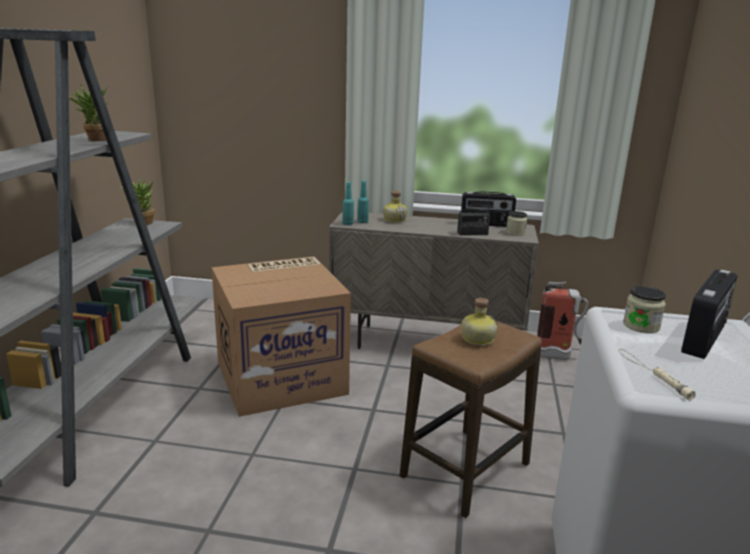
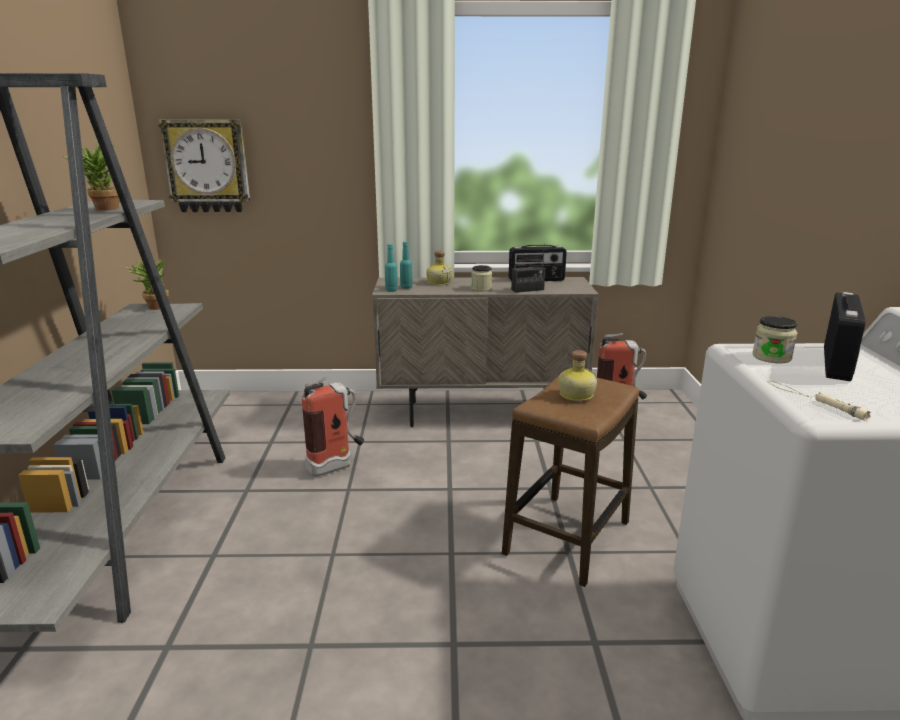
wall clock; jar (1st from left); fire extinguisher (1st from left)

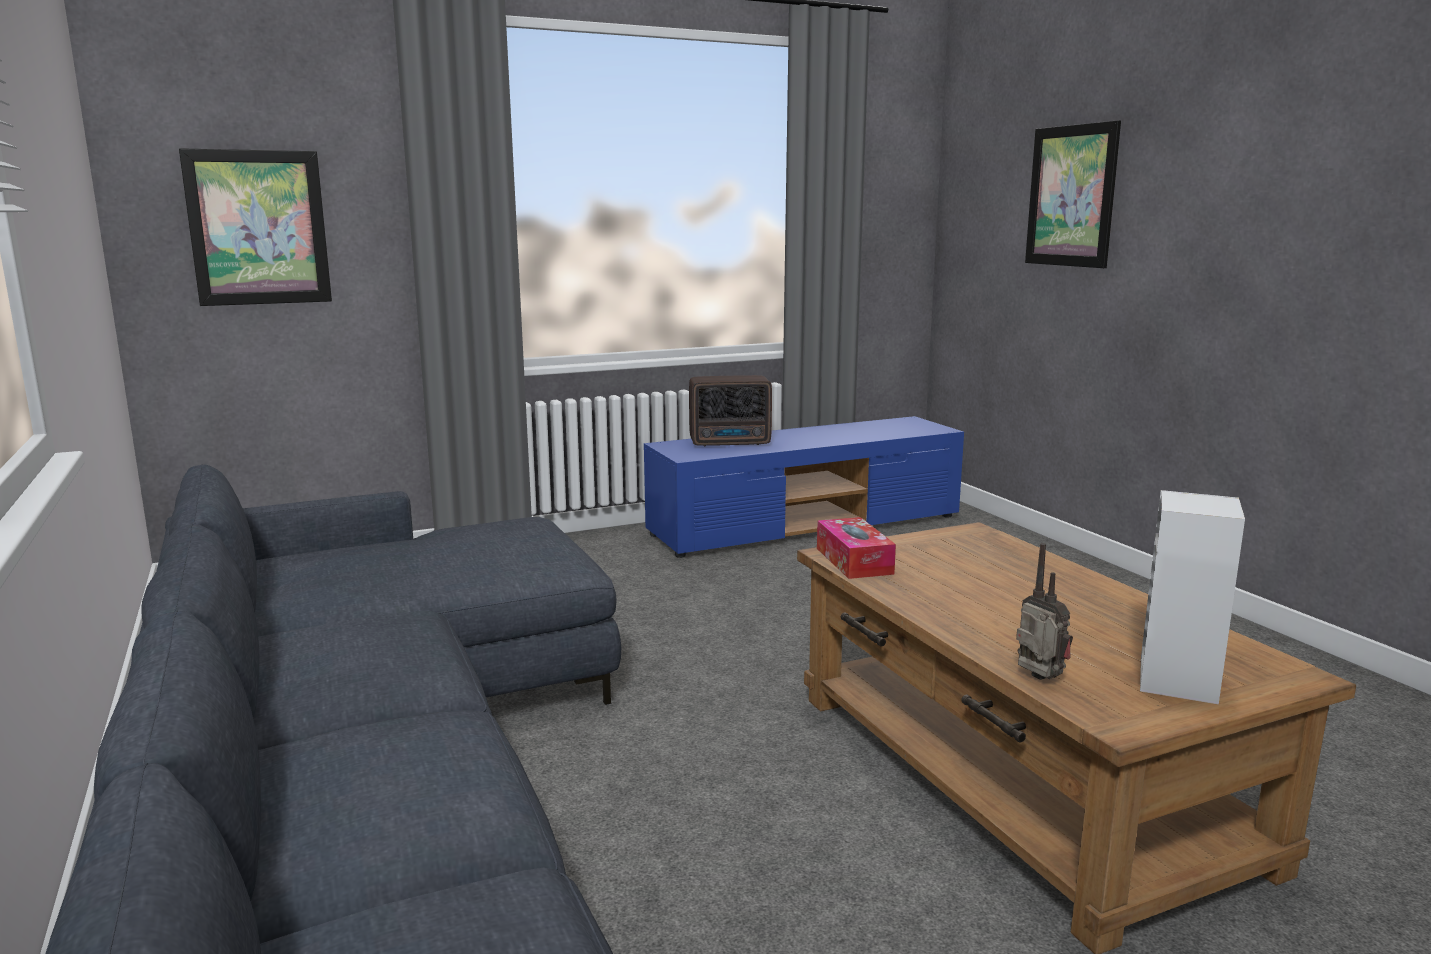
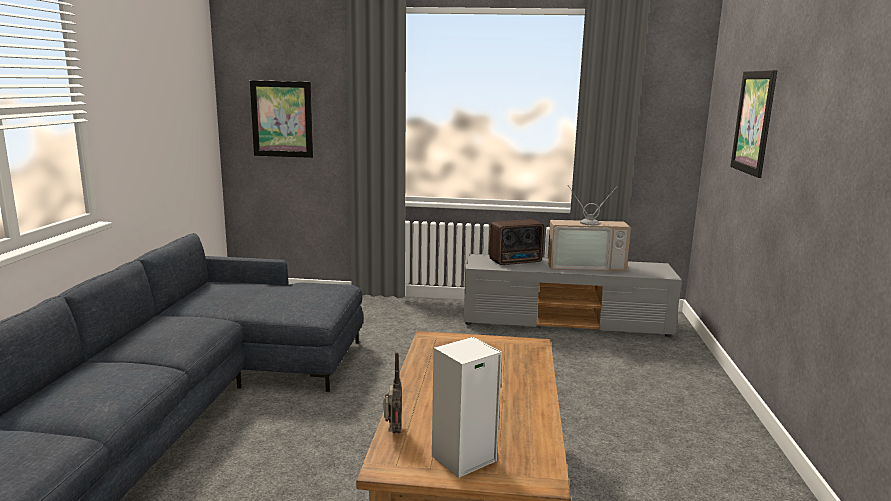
tissue box; television; grey tv stand; radio (2nd from left)

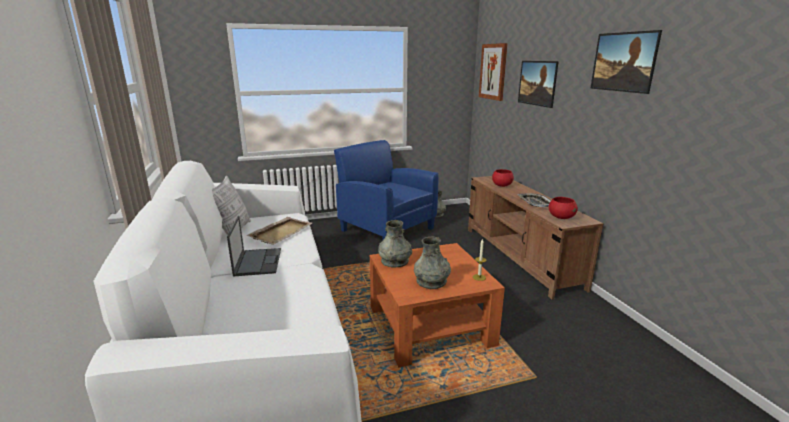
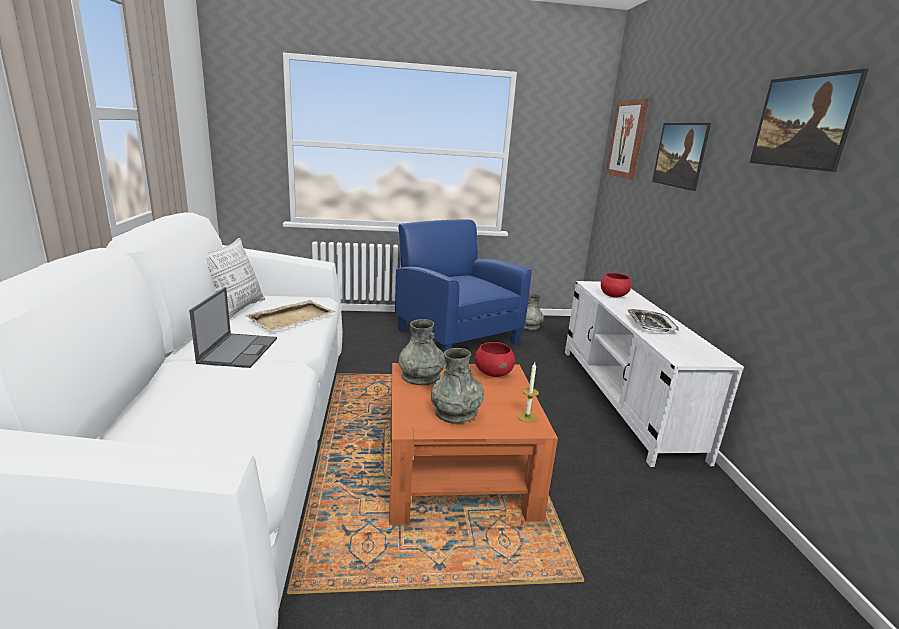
red bowl (1st from left); white tv stand

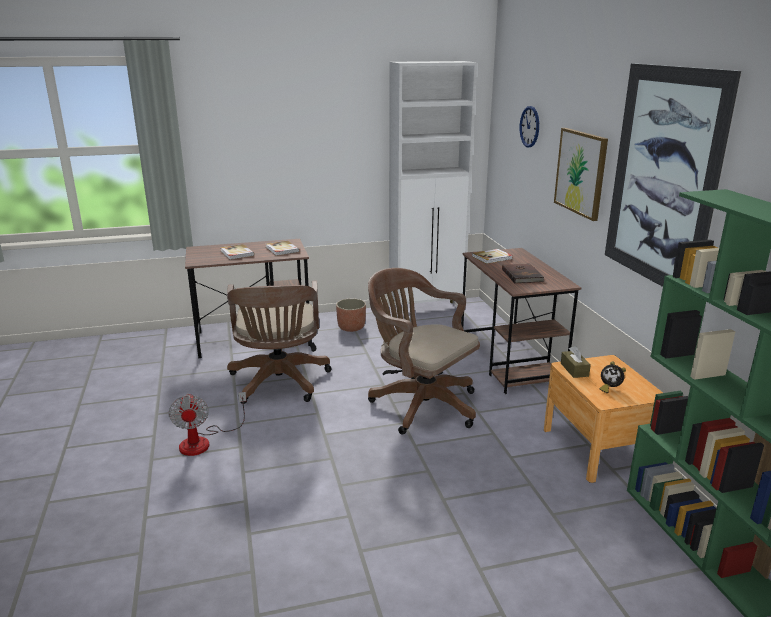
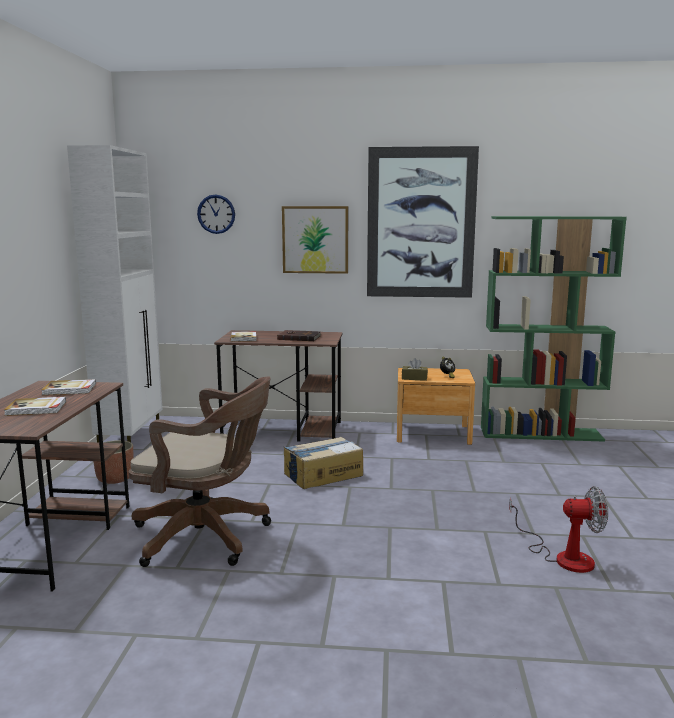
fan; cardboard box

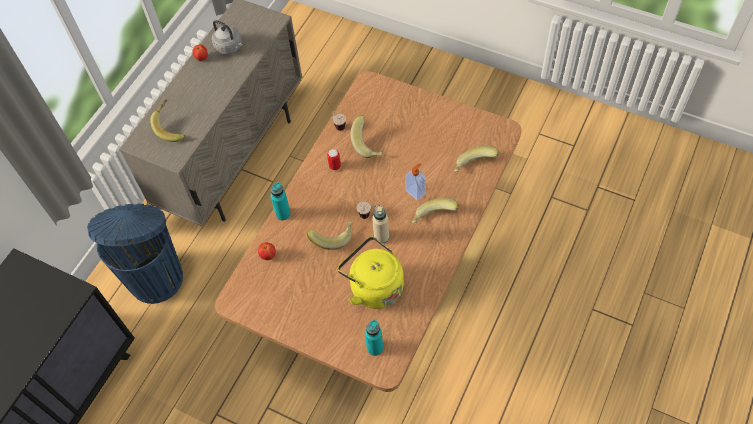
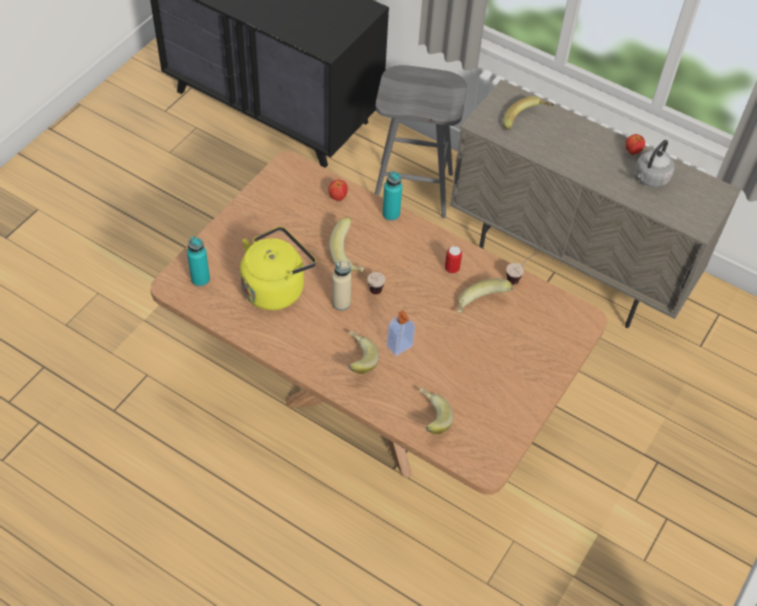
grey stool

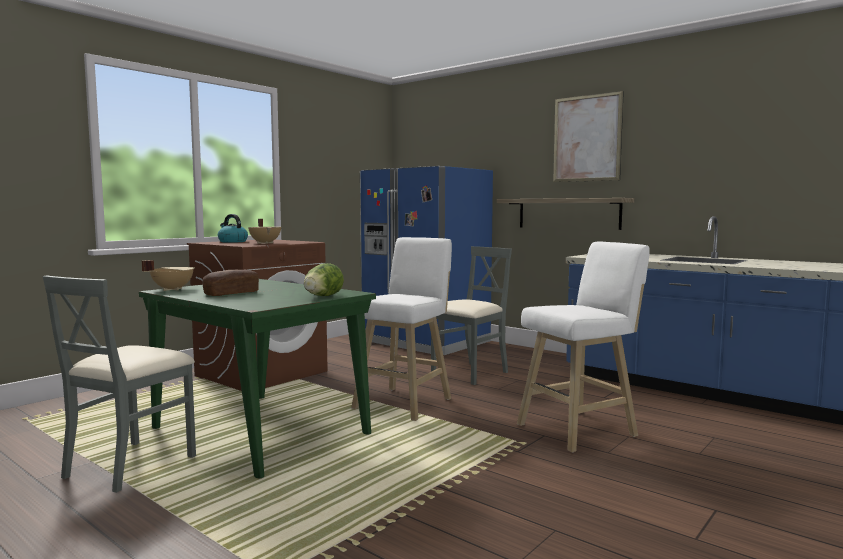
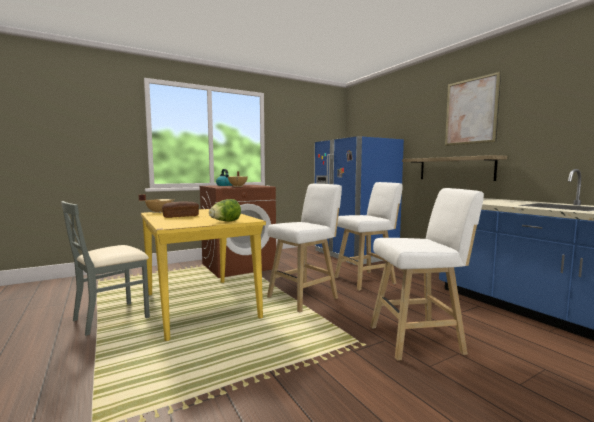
white stool (2nd from left); yellow dining table

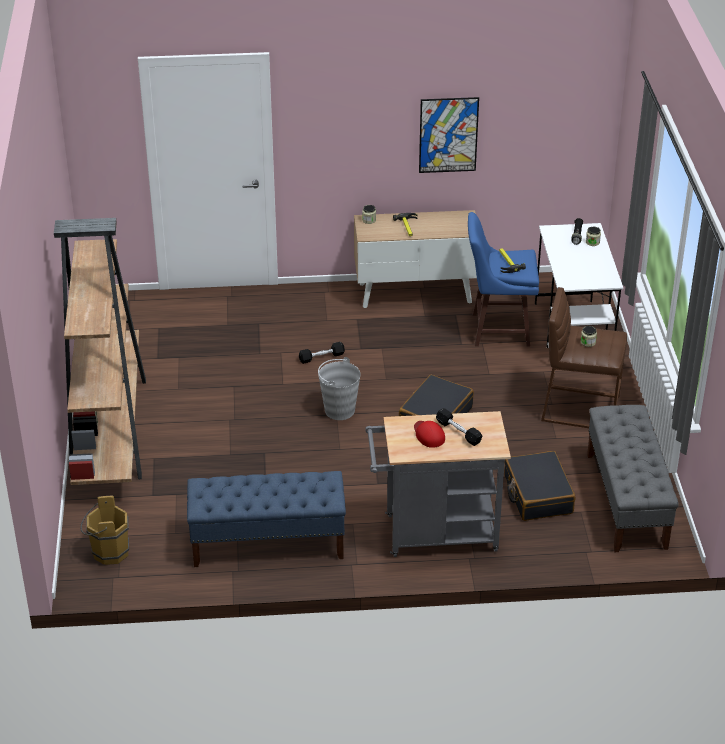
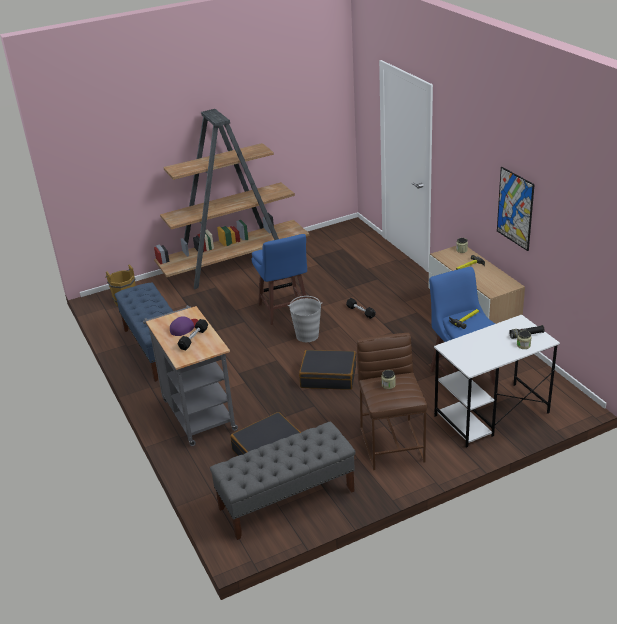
blue stool (1st from left); purple cap

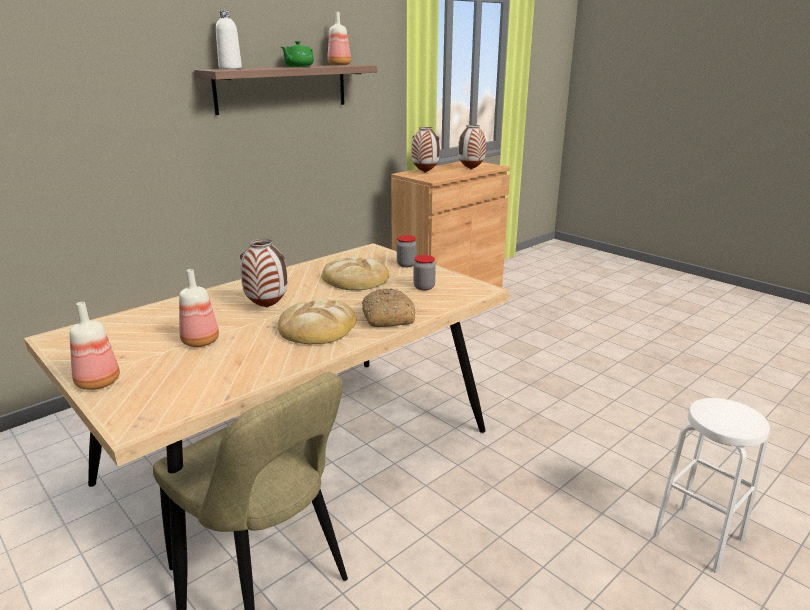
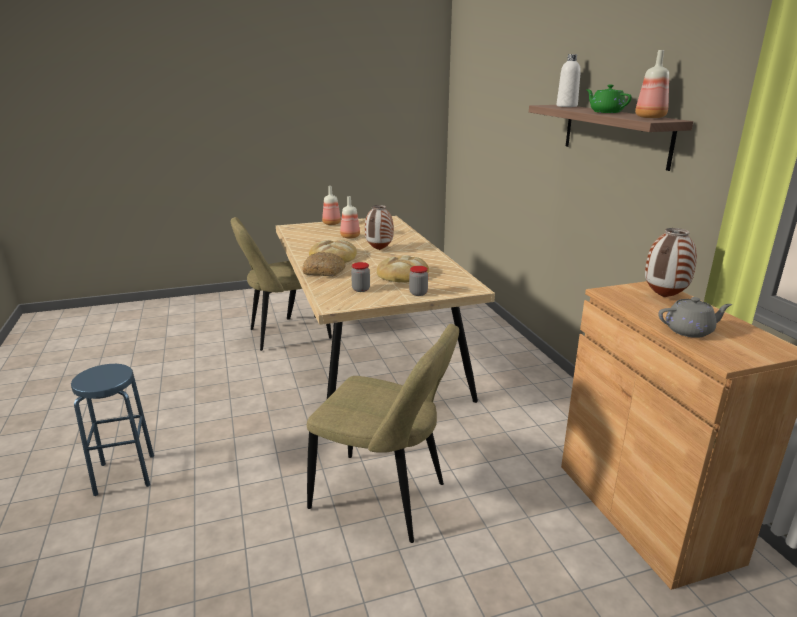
beige chair (2nd from left); grey teapot; blue stool

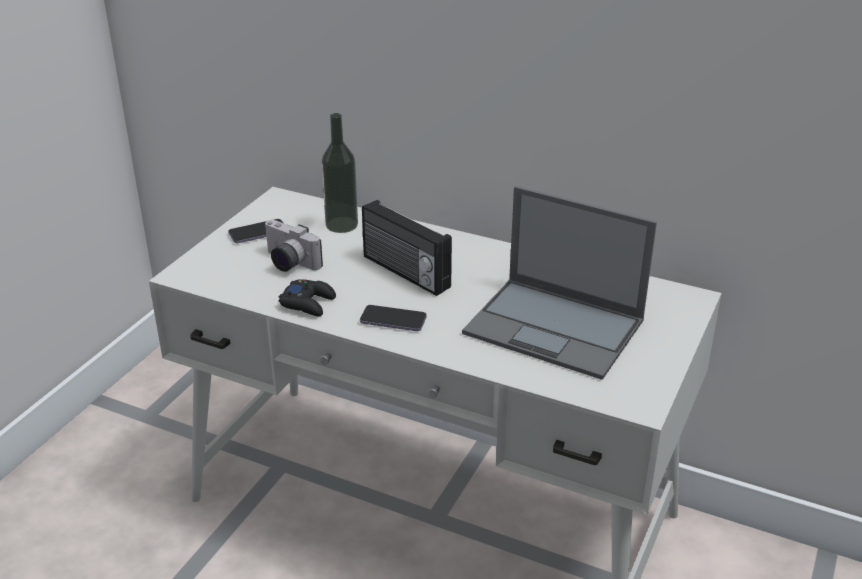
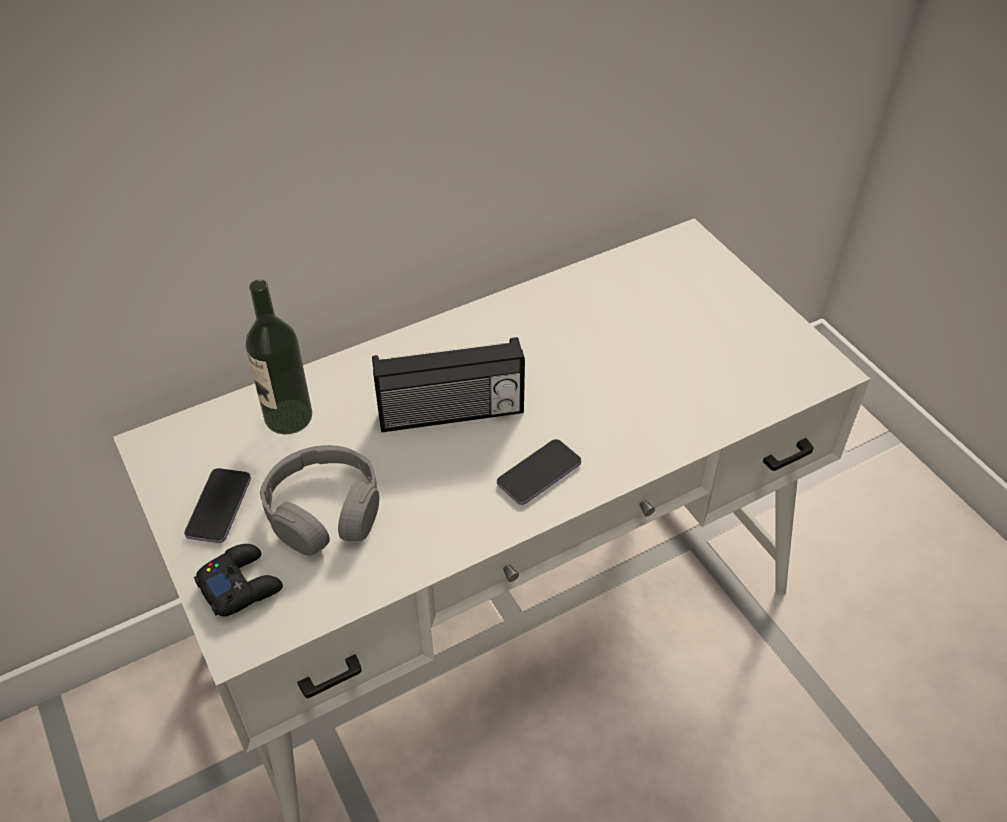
laptop; black game controller; grey headphones

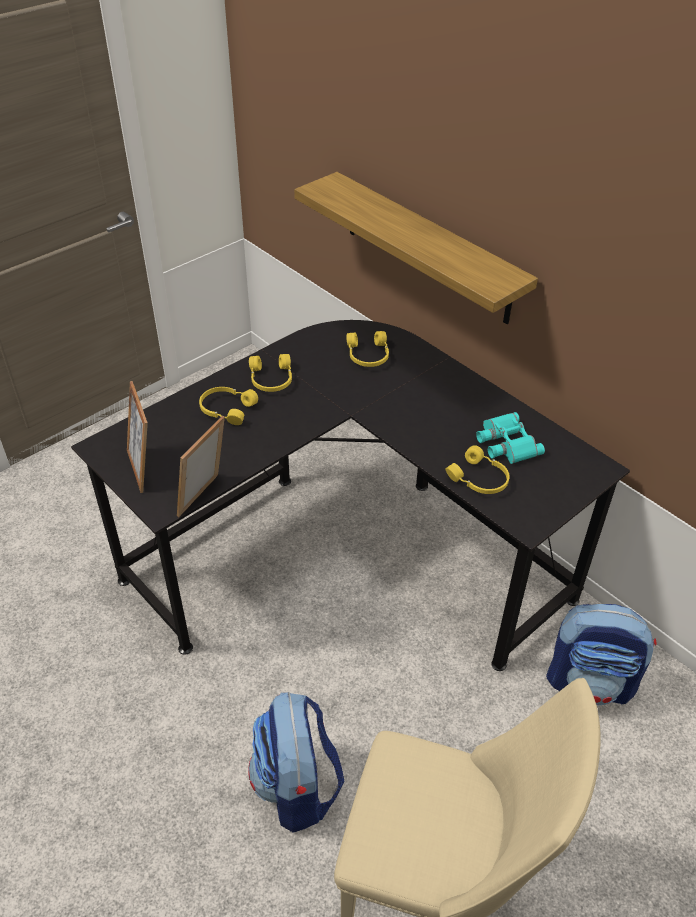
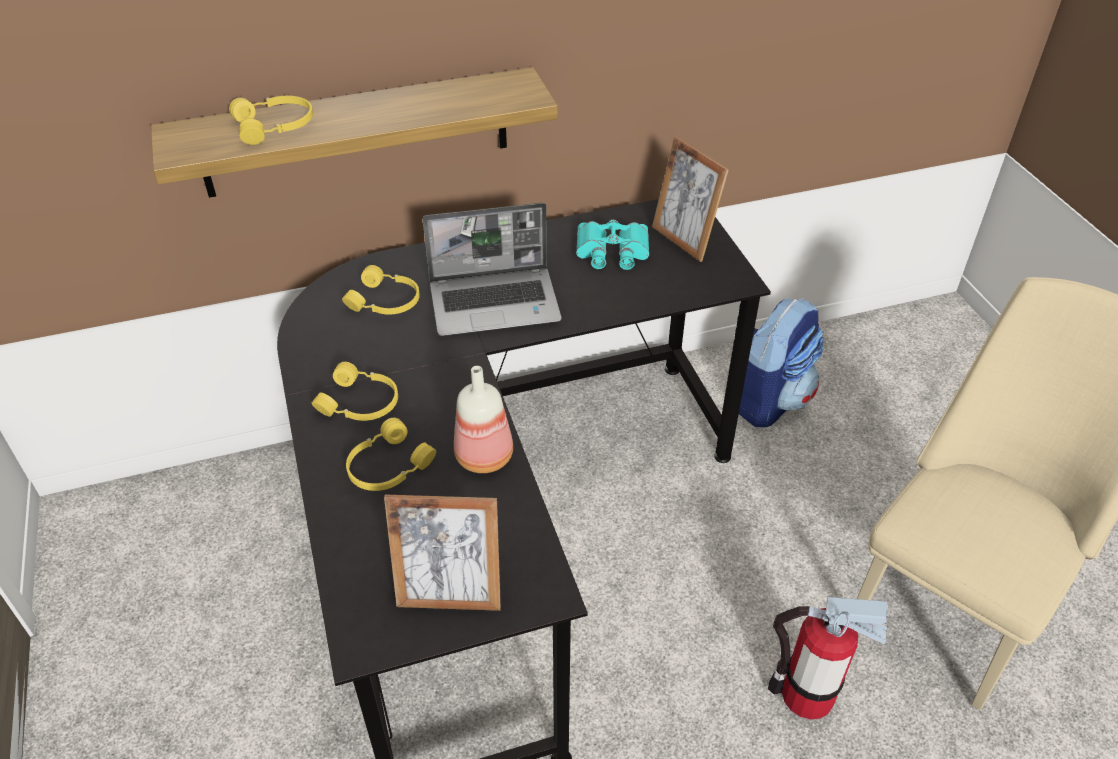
laptop; bottle; picture frame (2nd from left); yellow headphones (1st from left); fire extinguisher

